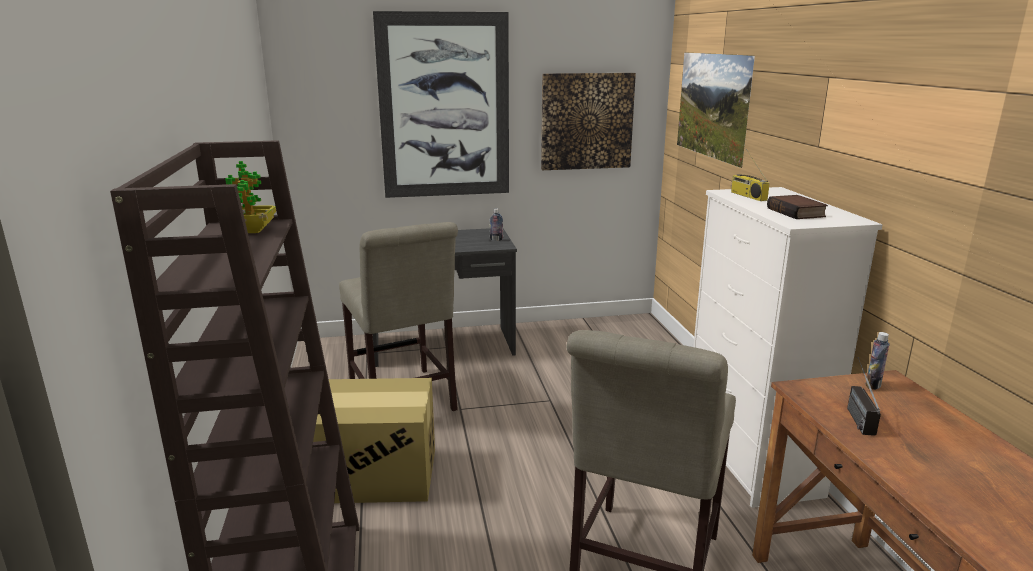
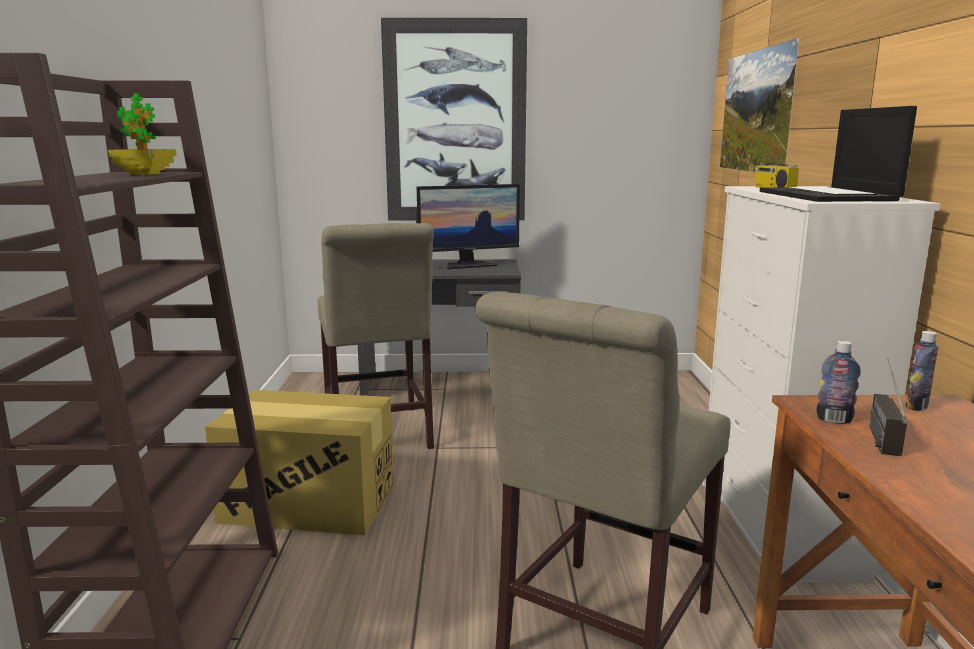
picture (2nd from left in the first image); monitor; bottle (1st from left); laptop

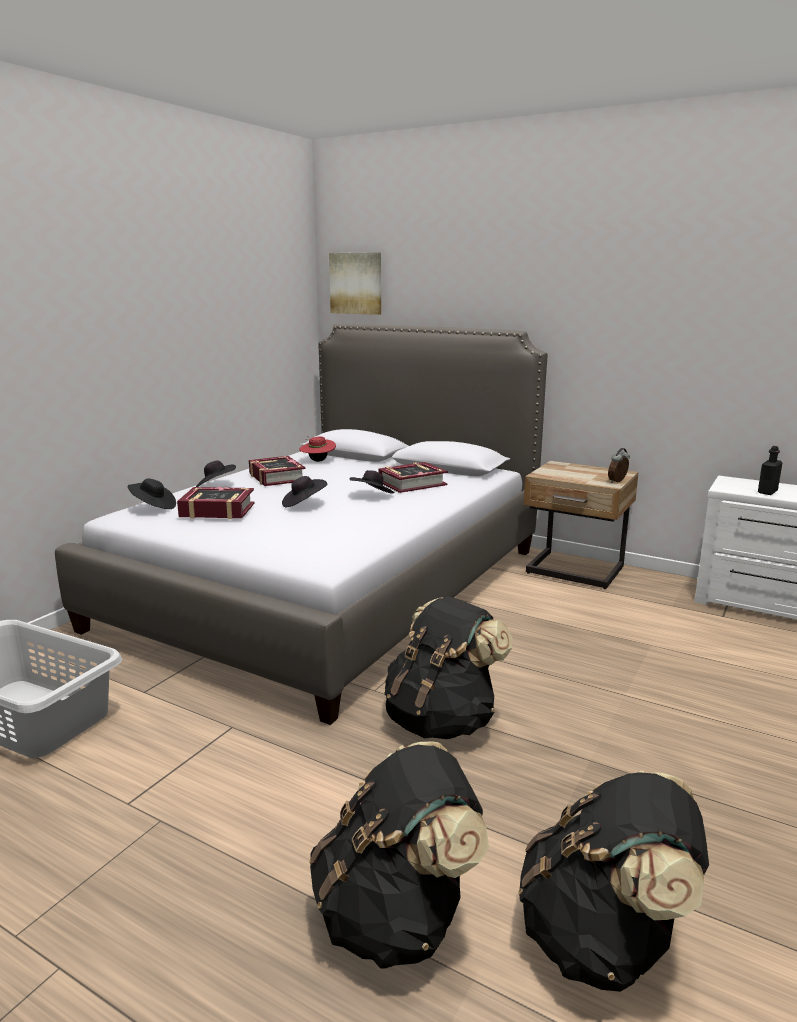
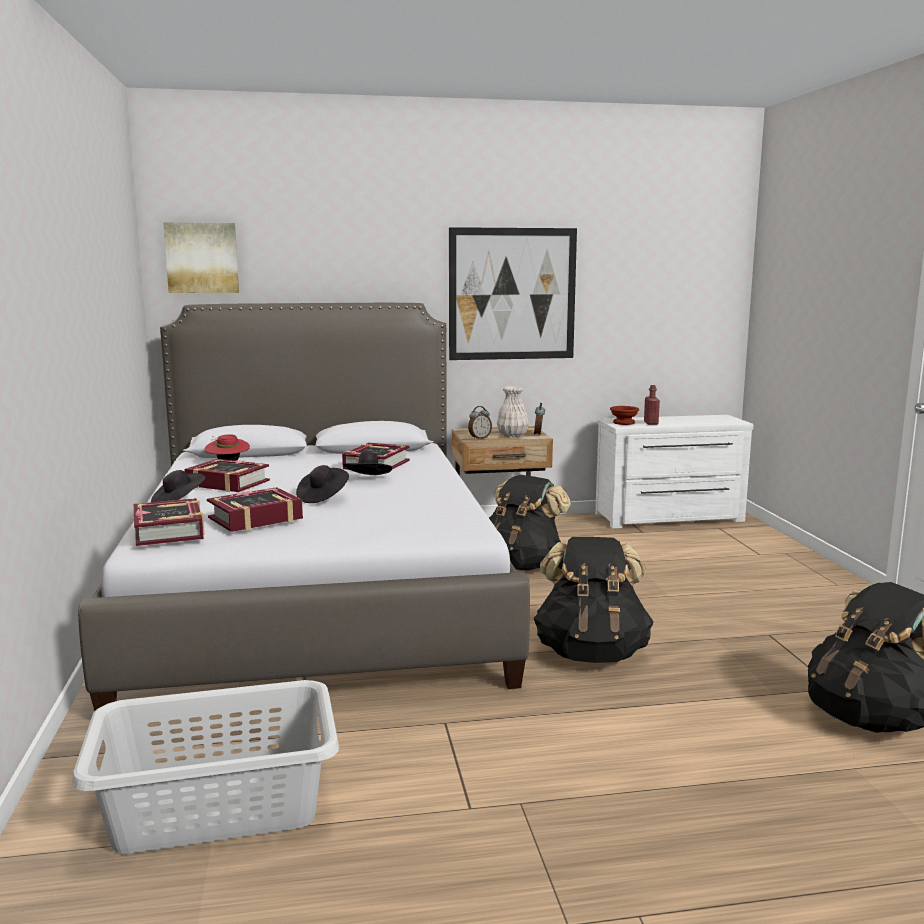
picture (2nd from left); alarm clock (1st from left); white vase; brown bowl; black backpack (1st from left); book (1st from left); red bottle

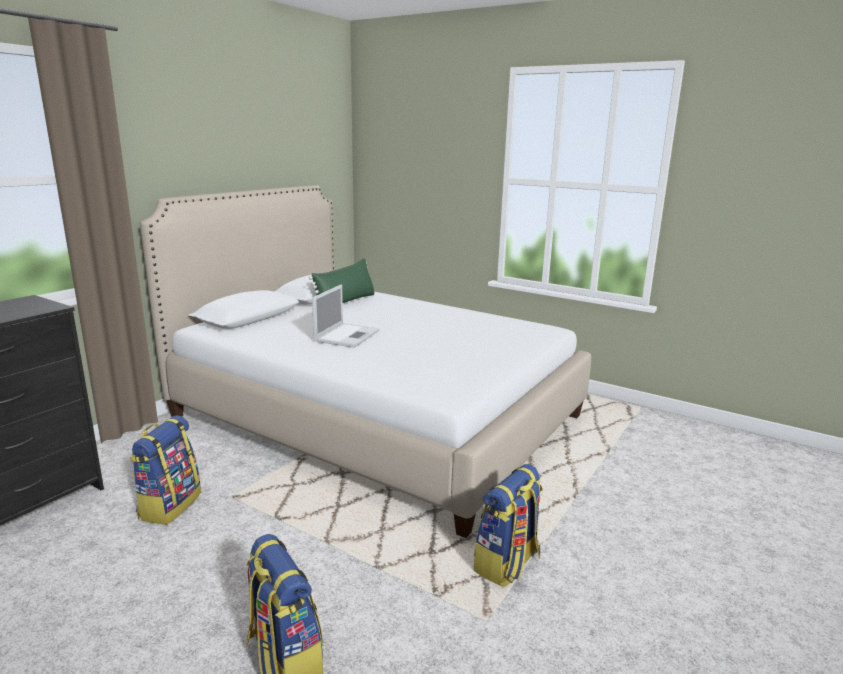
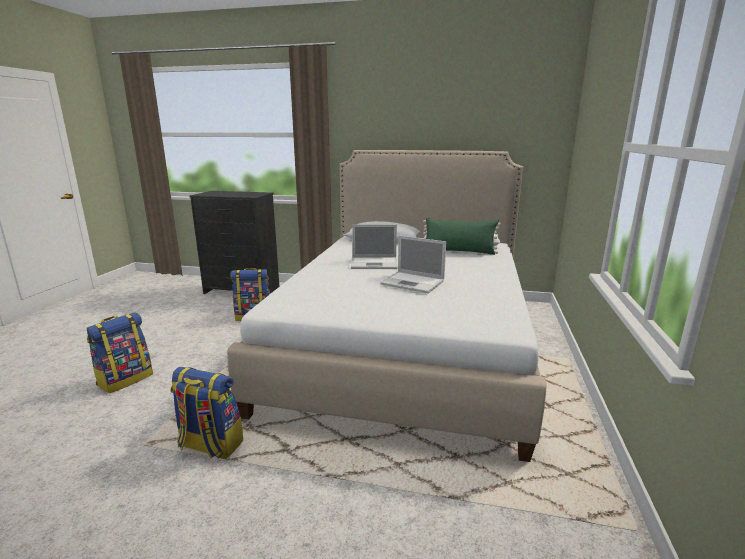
laptop (2nd from left)

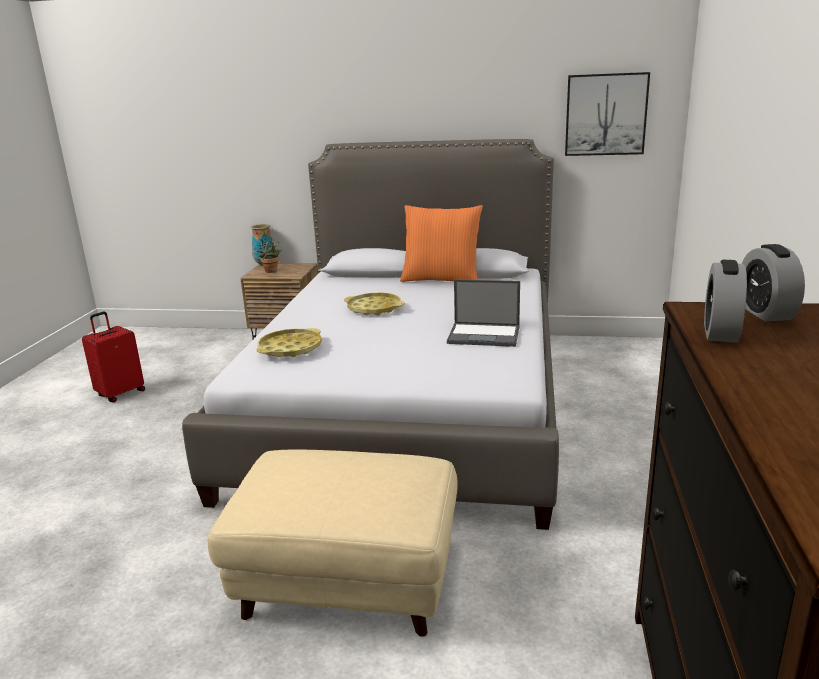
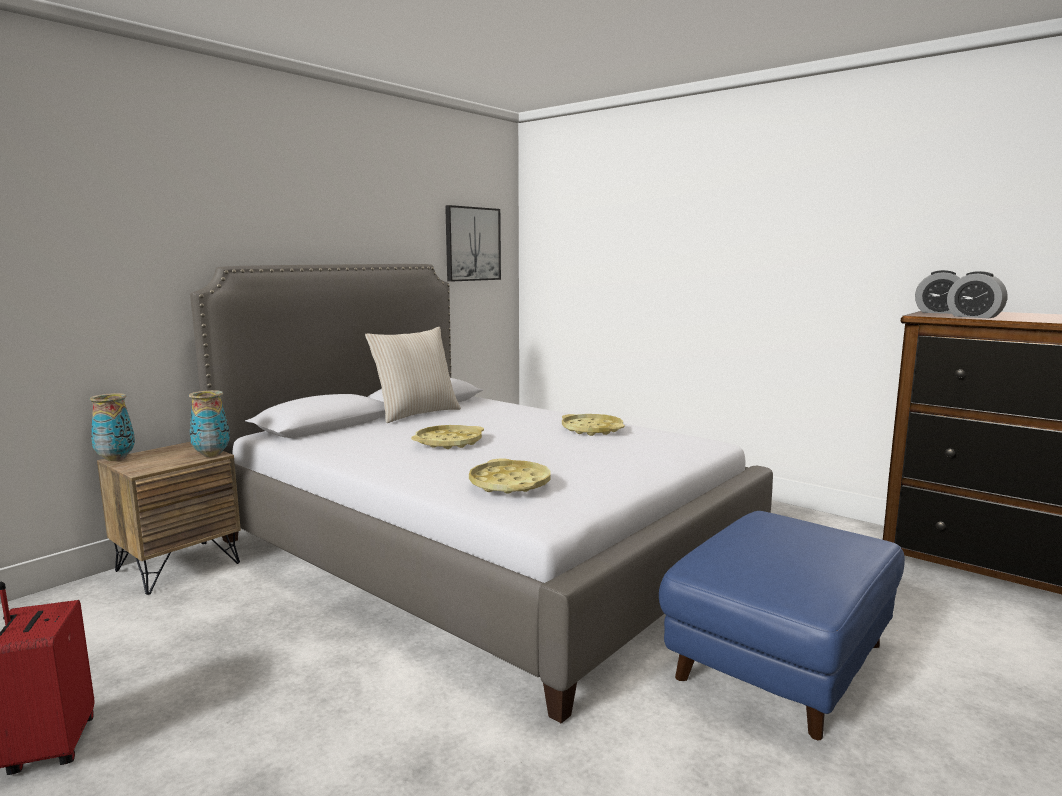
potted plant; vase (2nd from left); yellow tray (3rd from left); blue ottoman; beige pillow

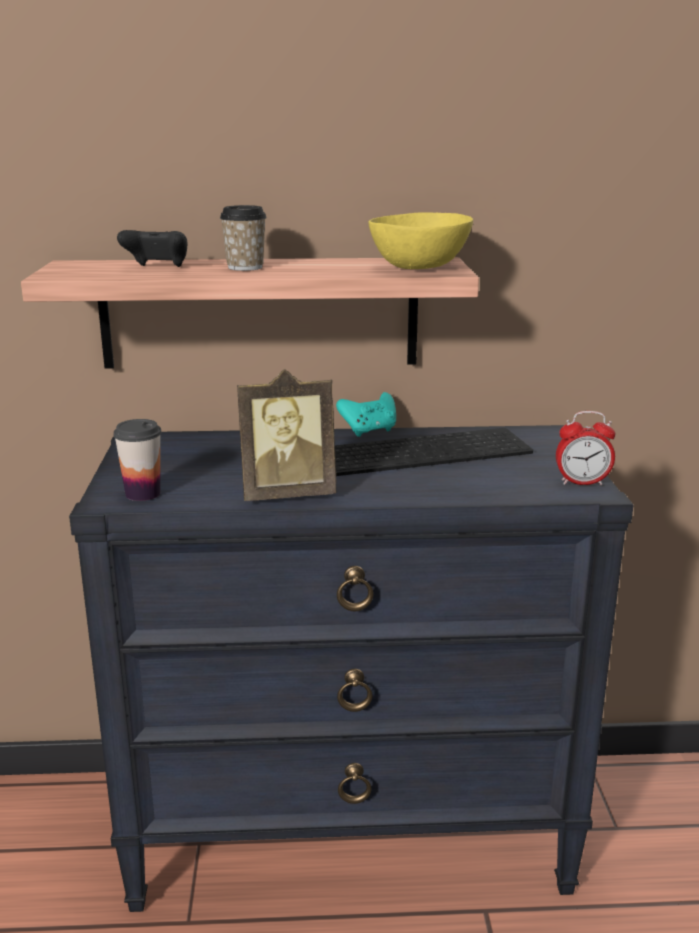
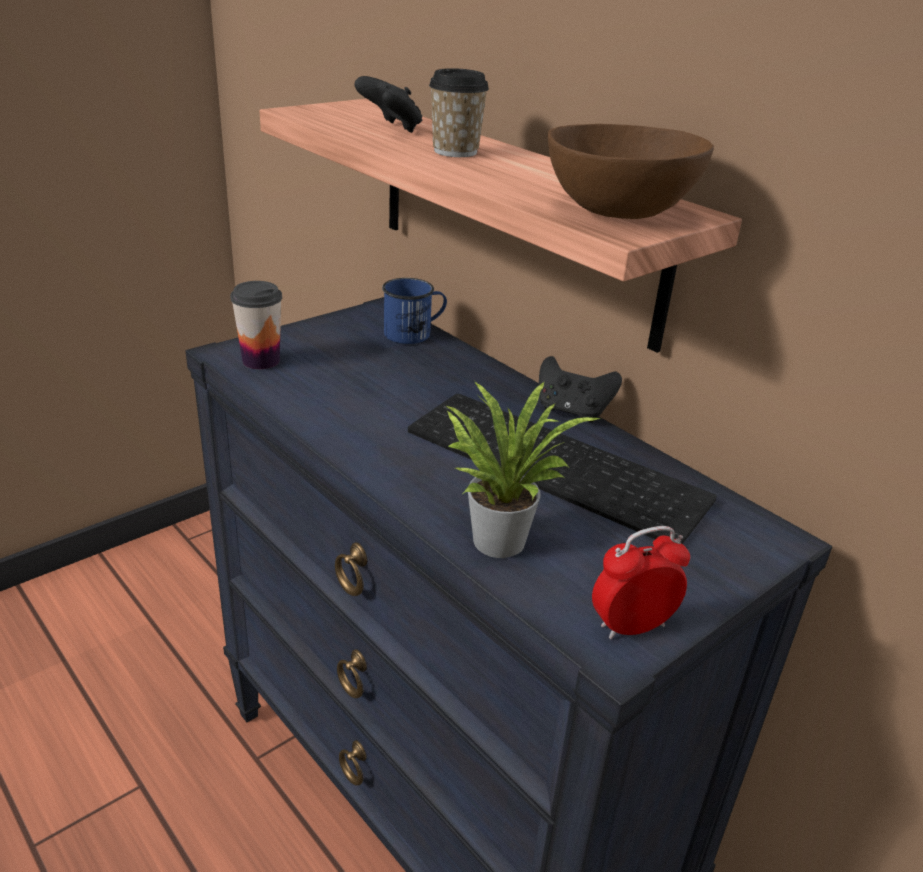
picture frame; blue mug; potted plant; black game controller (2nd from left); brown bowl; alarm clock

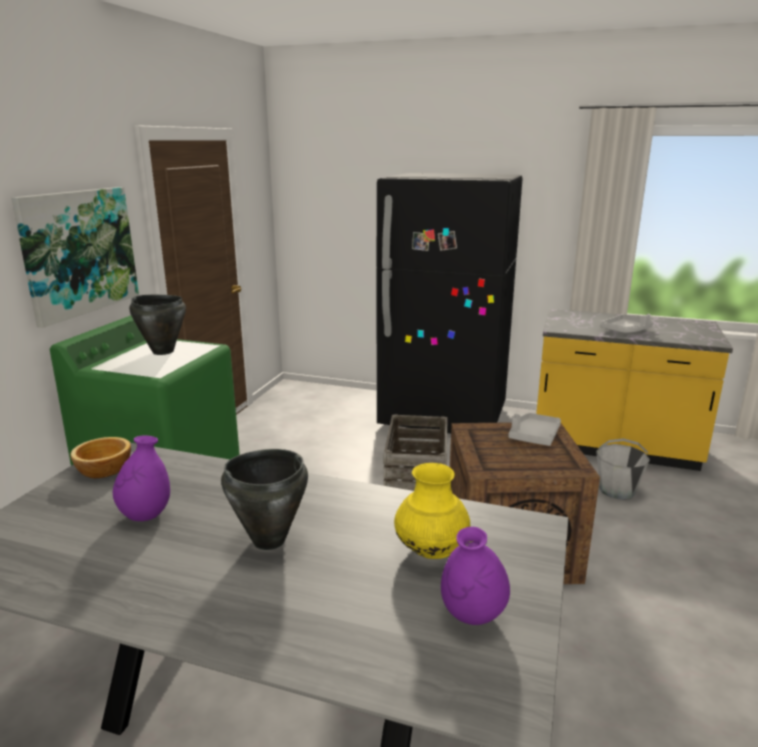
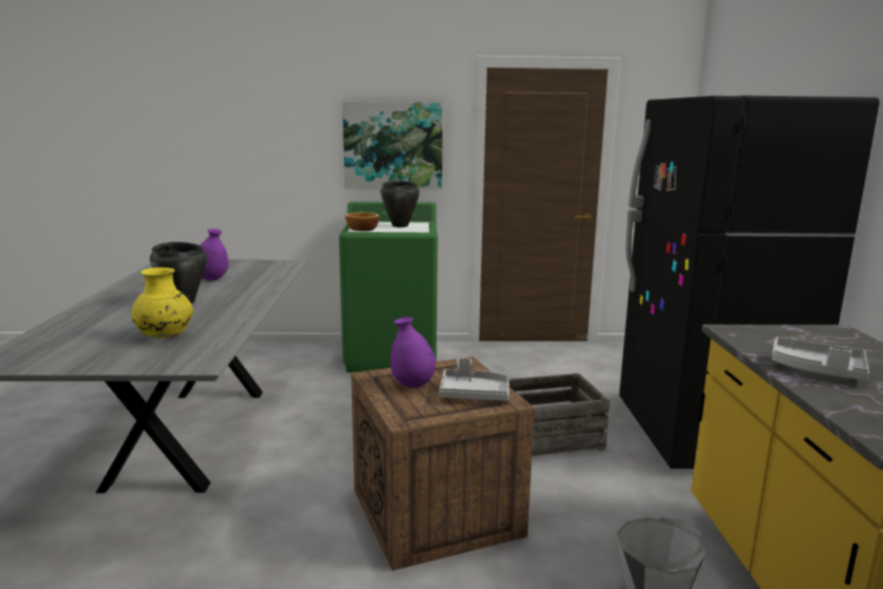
bowl; purple vase (2nd from left)

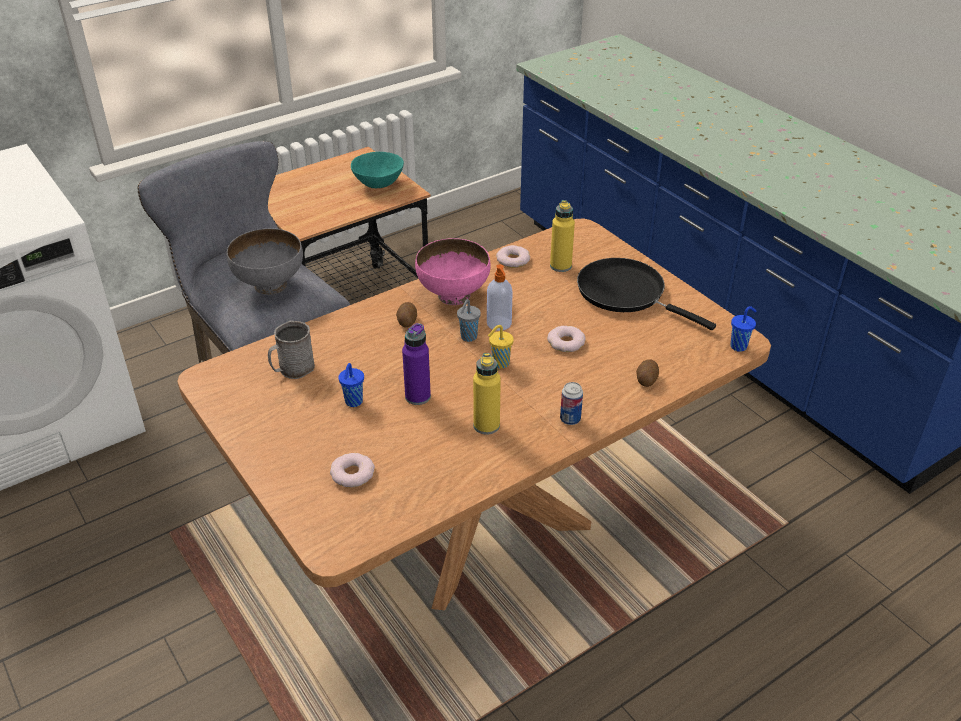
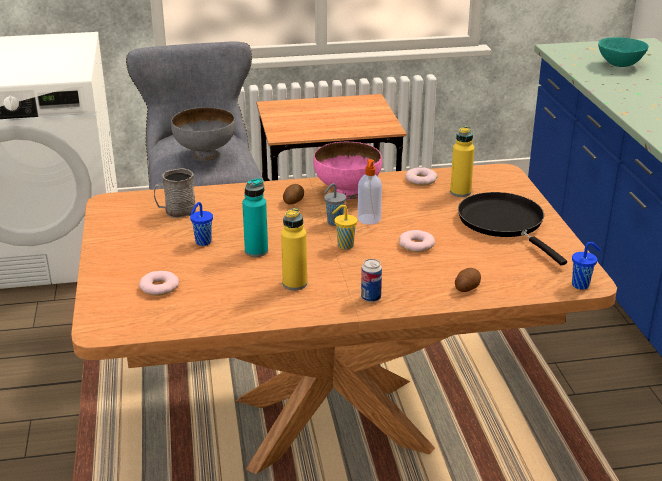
turquoise bowl; turquoise bottle

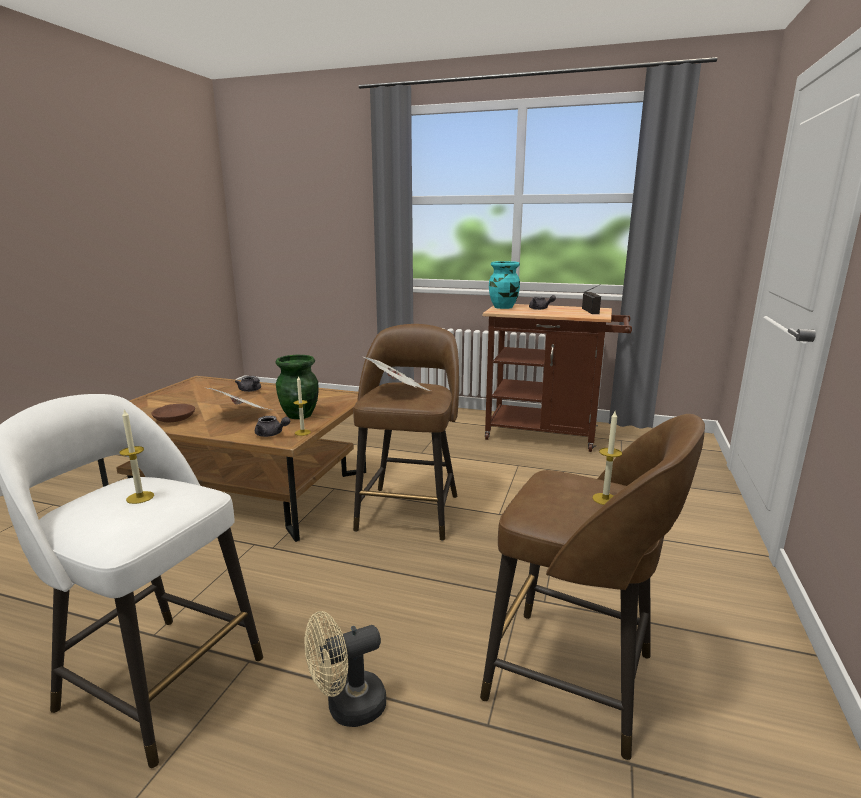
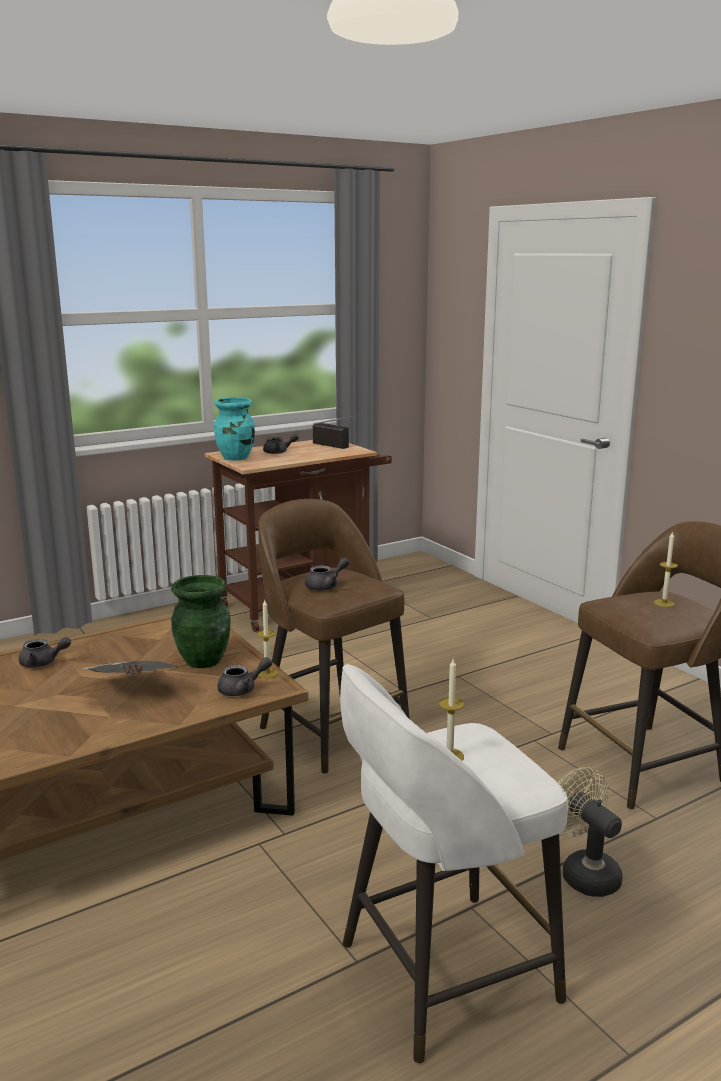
brown bowl; grey teapot (4th from left); beige fan

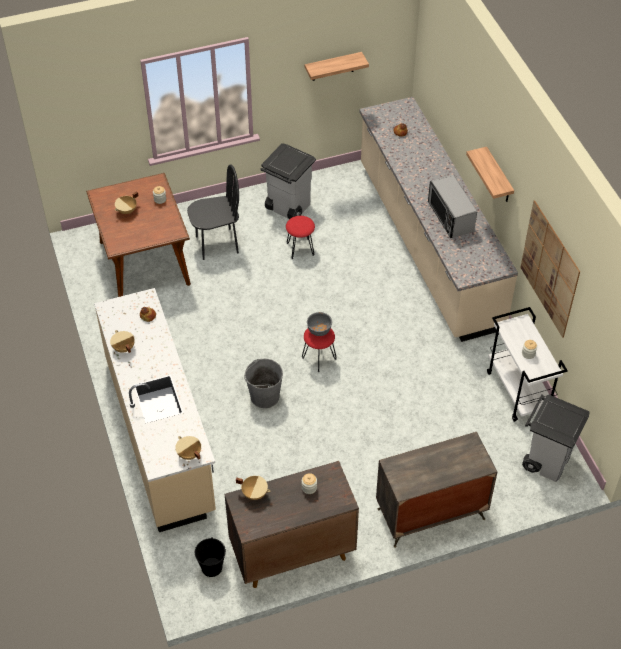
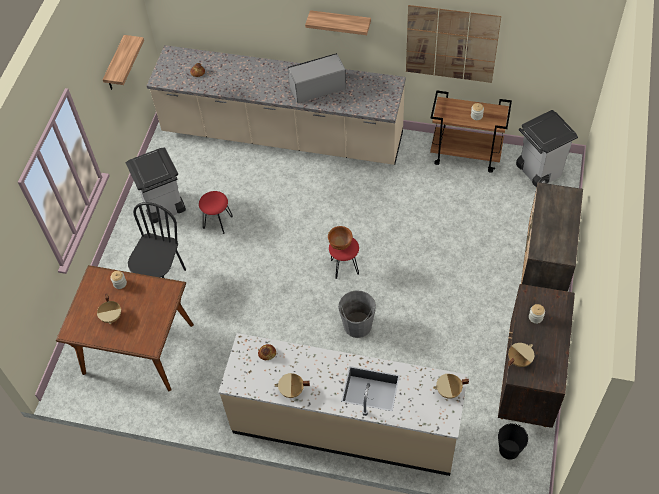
brown bowl; brown cart; microwave

